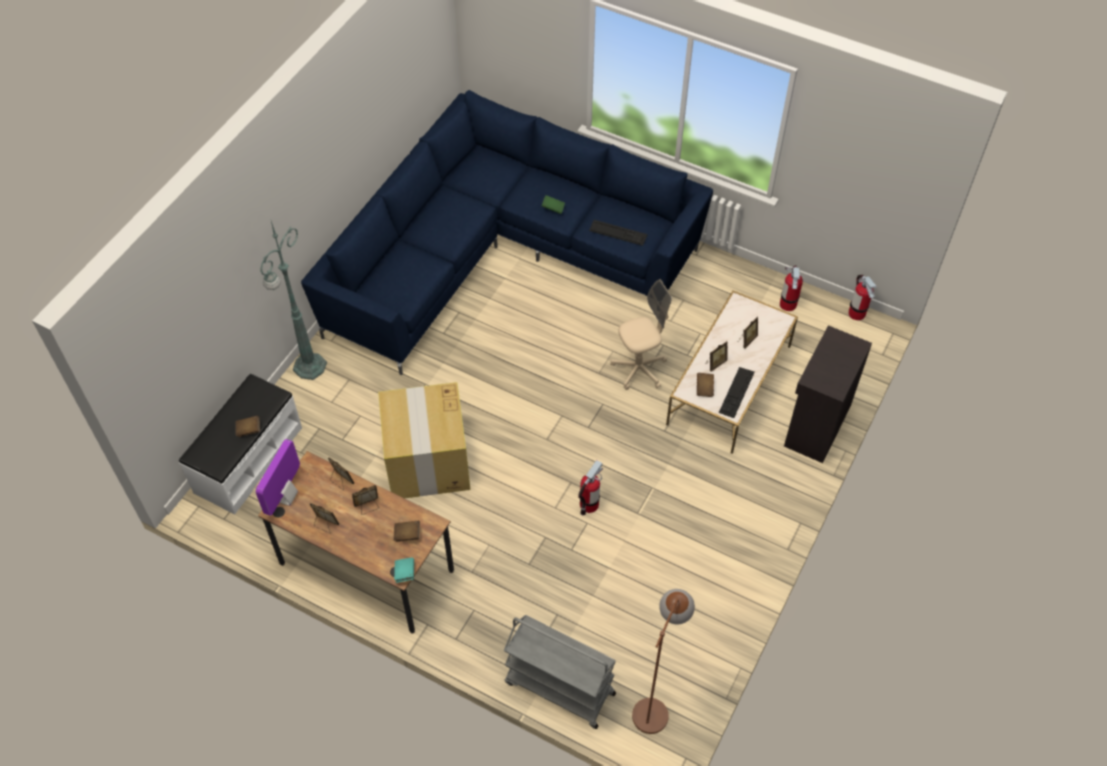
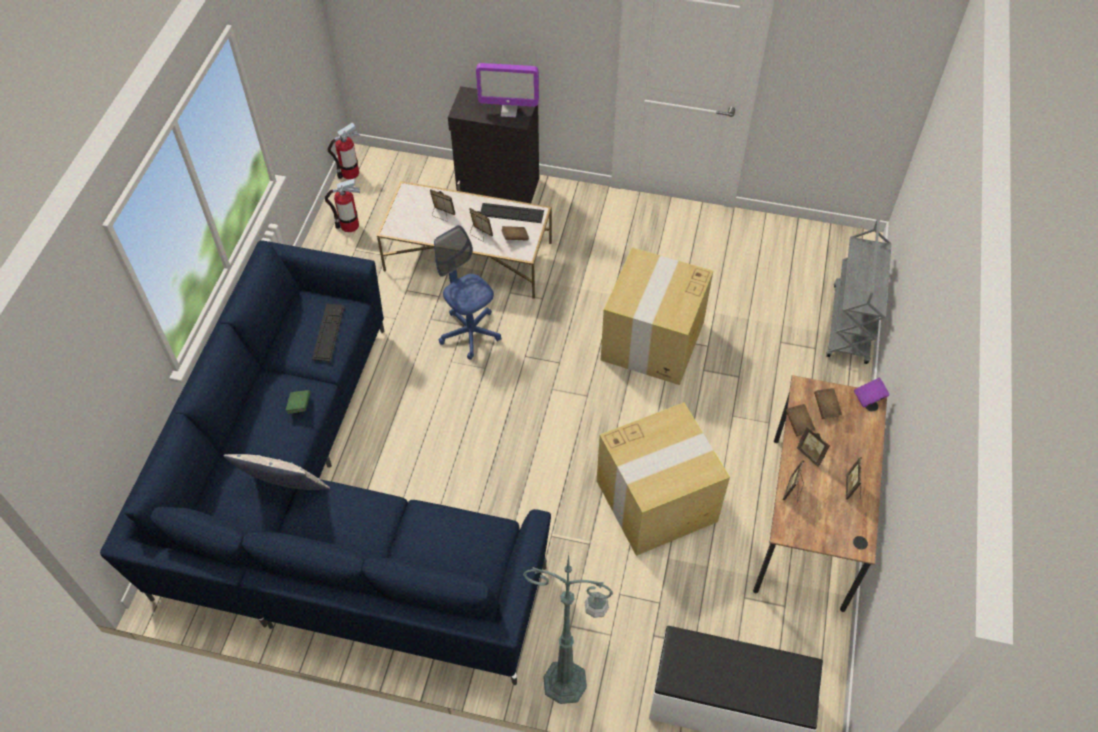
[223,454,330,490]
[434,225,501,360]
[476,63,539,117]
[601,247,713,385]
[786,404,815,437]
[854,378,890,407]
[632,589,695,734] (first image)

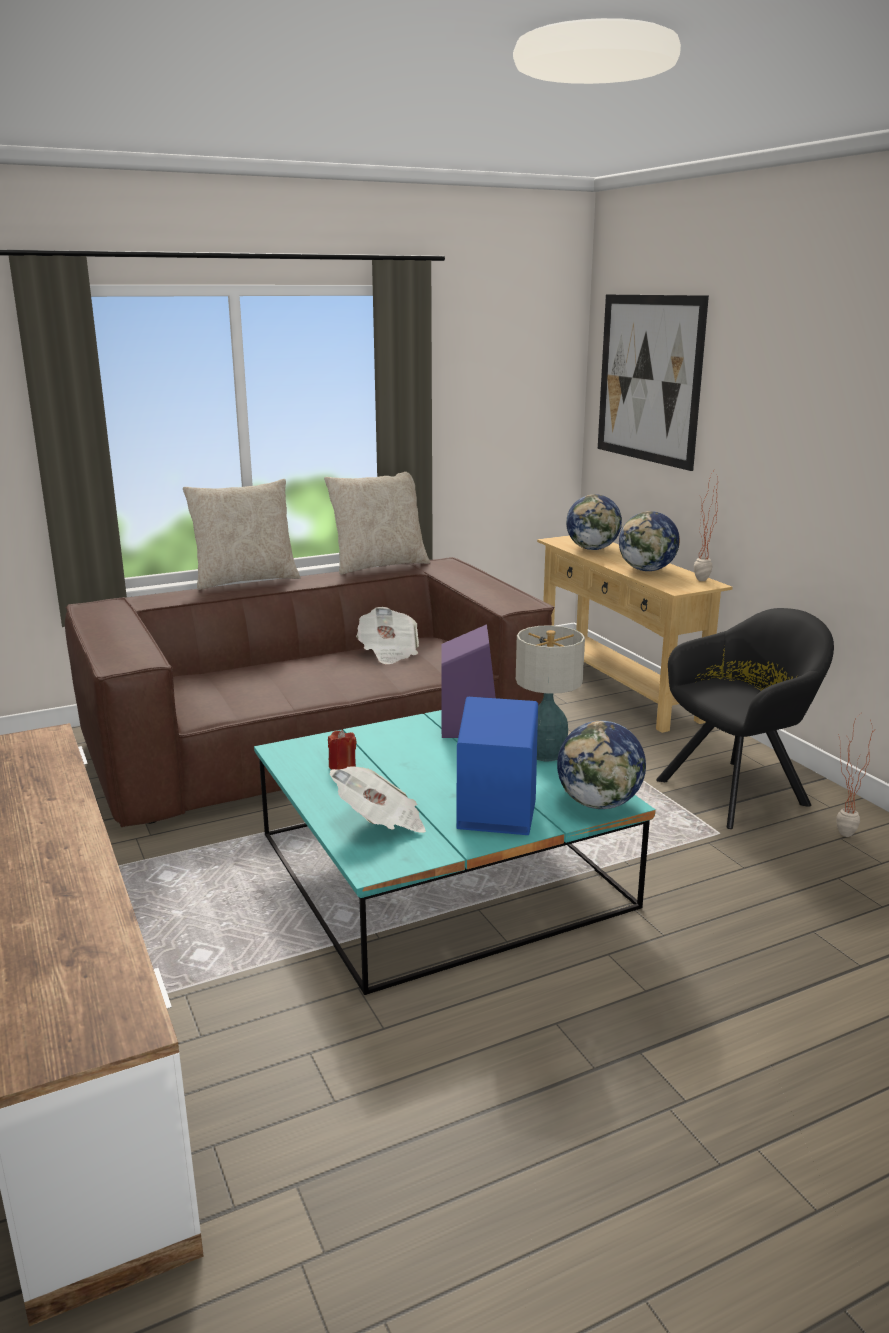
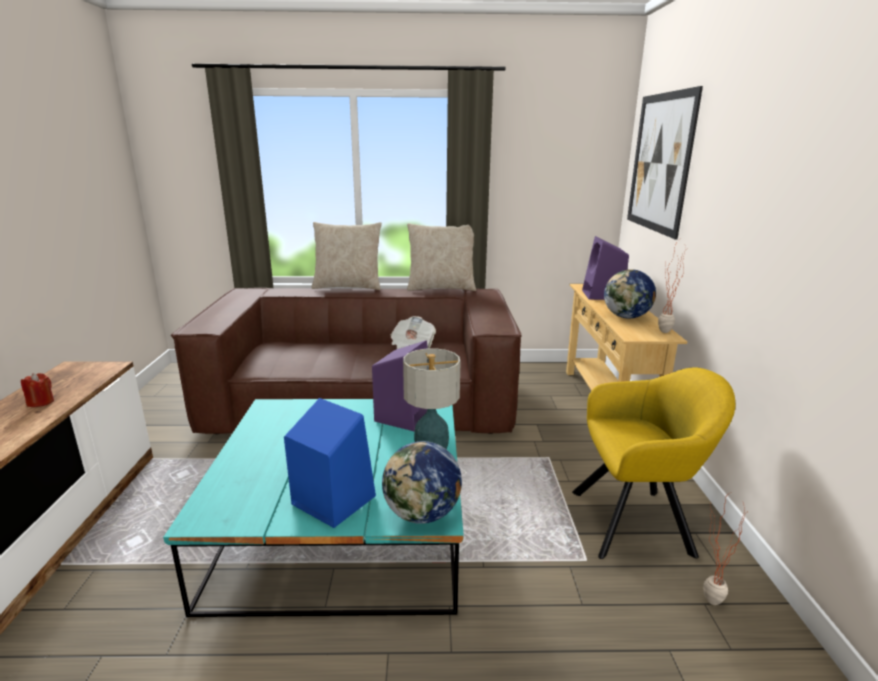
[21,373,54,407]
[572,367,735,559]
[582,236,629,300]
[330,767,426,833] (first image)

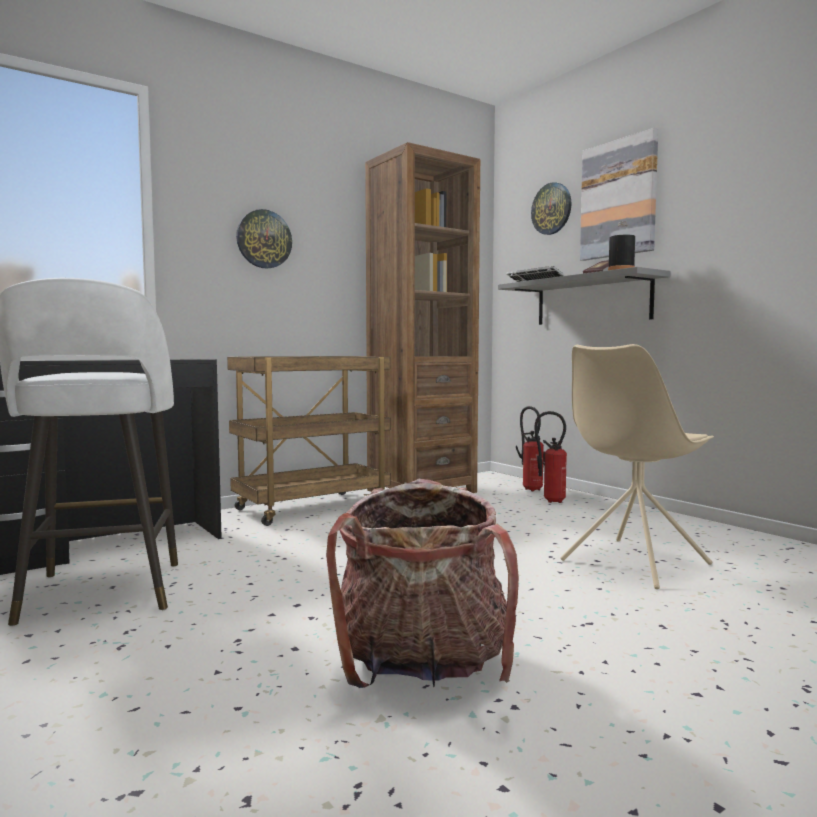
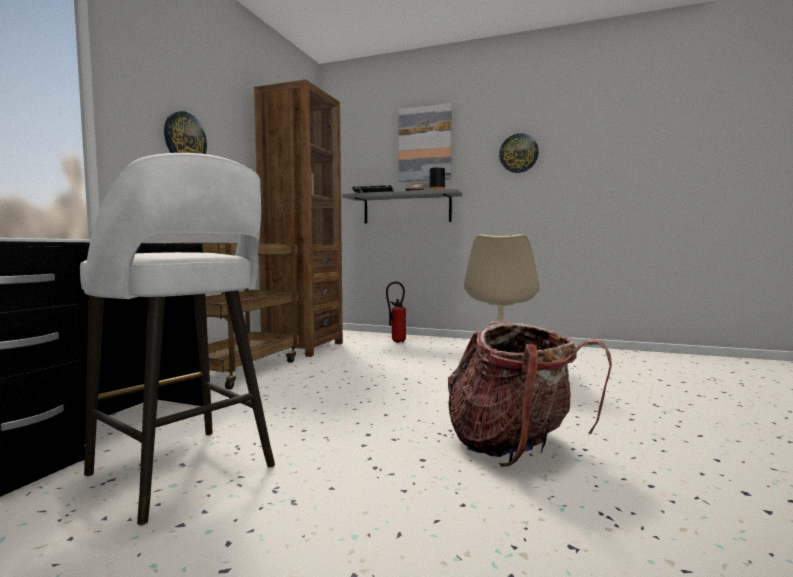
[499,133,539,173]
[516,406,545,491] (first image)

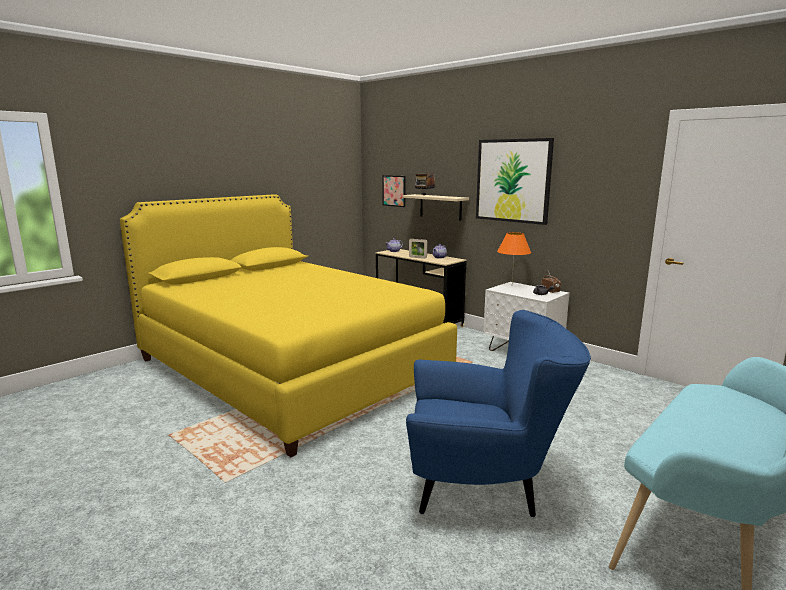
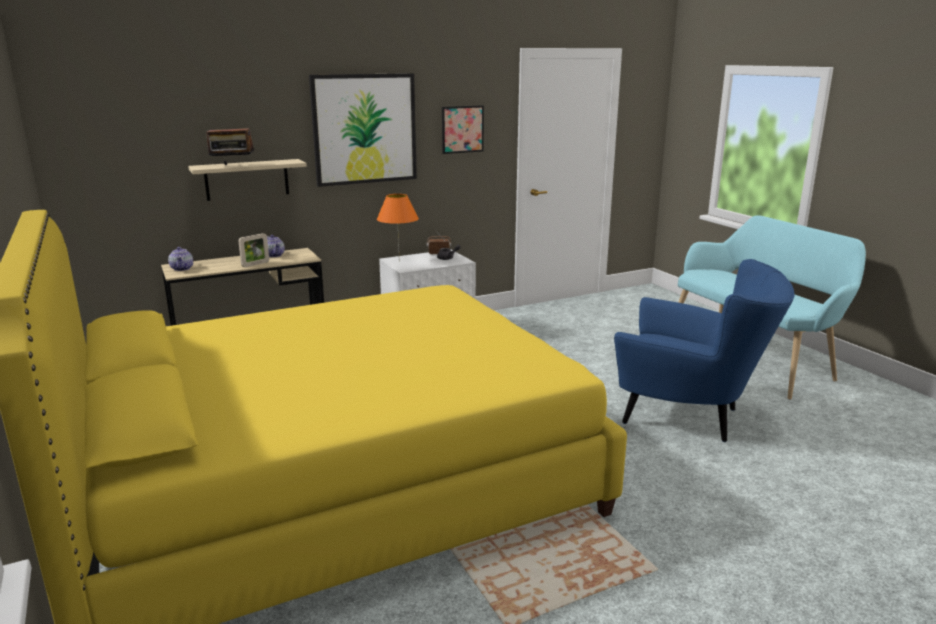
[442,105,484,154]
[614,259,795,442]

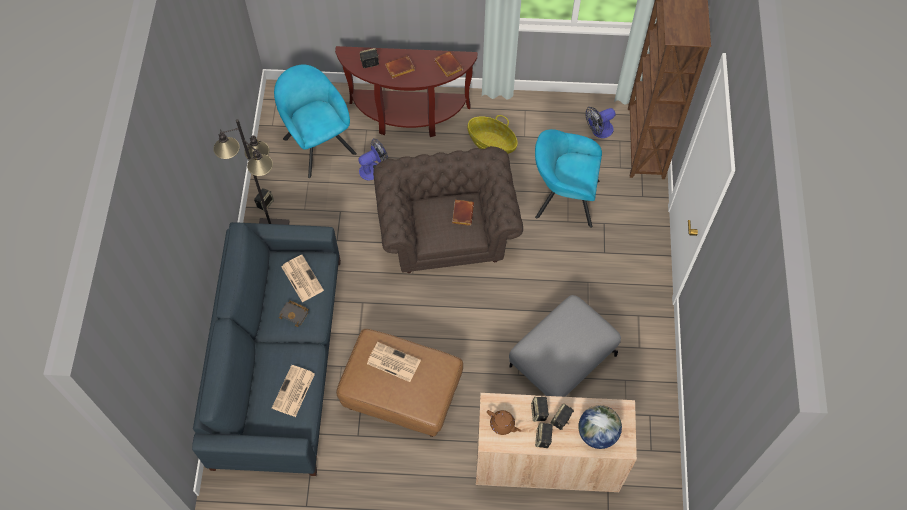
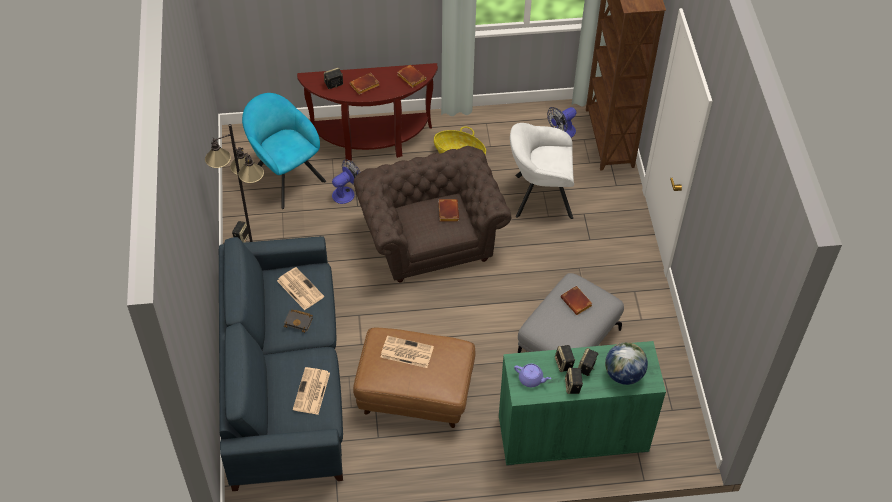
[499,341,666,466]
[510,123,574,219]
[514,364,551,387]
[560,286,593,315]

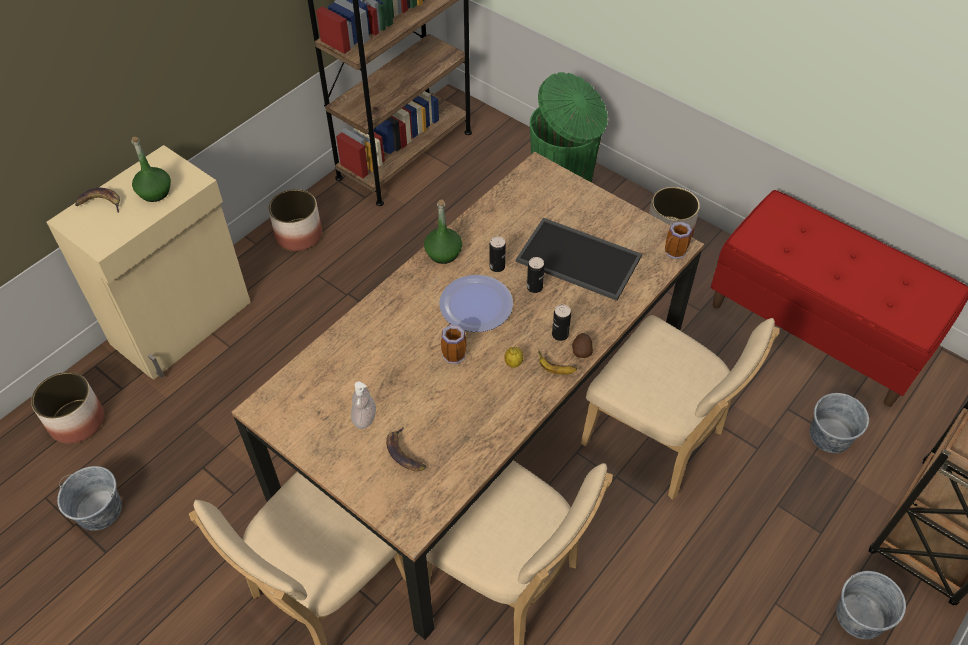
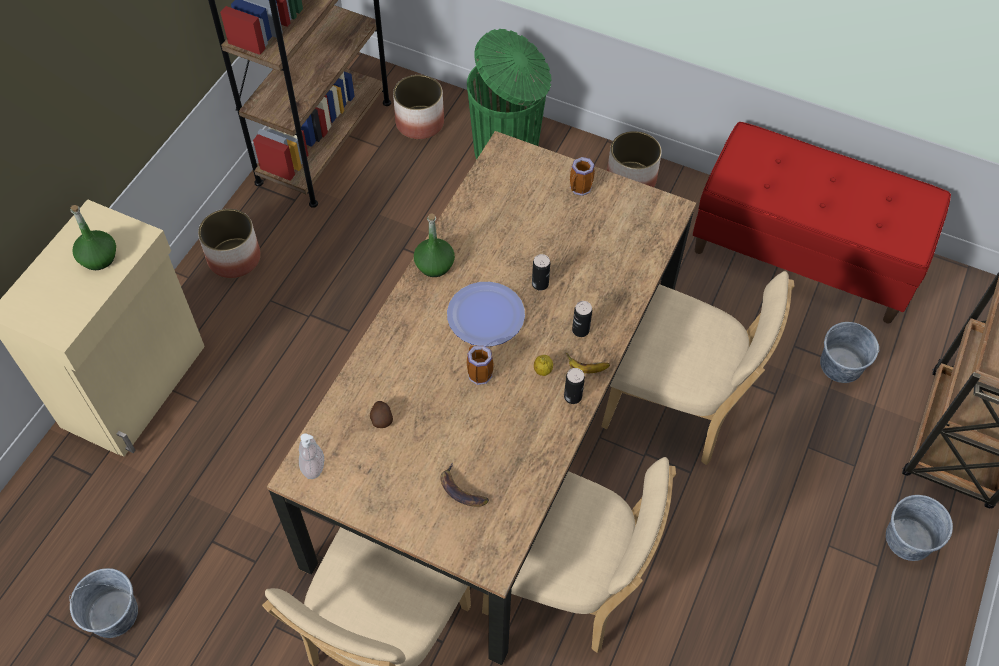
[299,434,324,479]
[370,401,393,428]
[393,75,444,139]
[564,368,585,404]
[570,157,595,196]
[75,188,120,213] (first image)
[516,218,642,301] (first image)

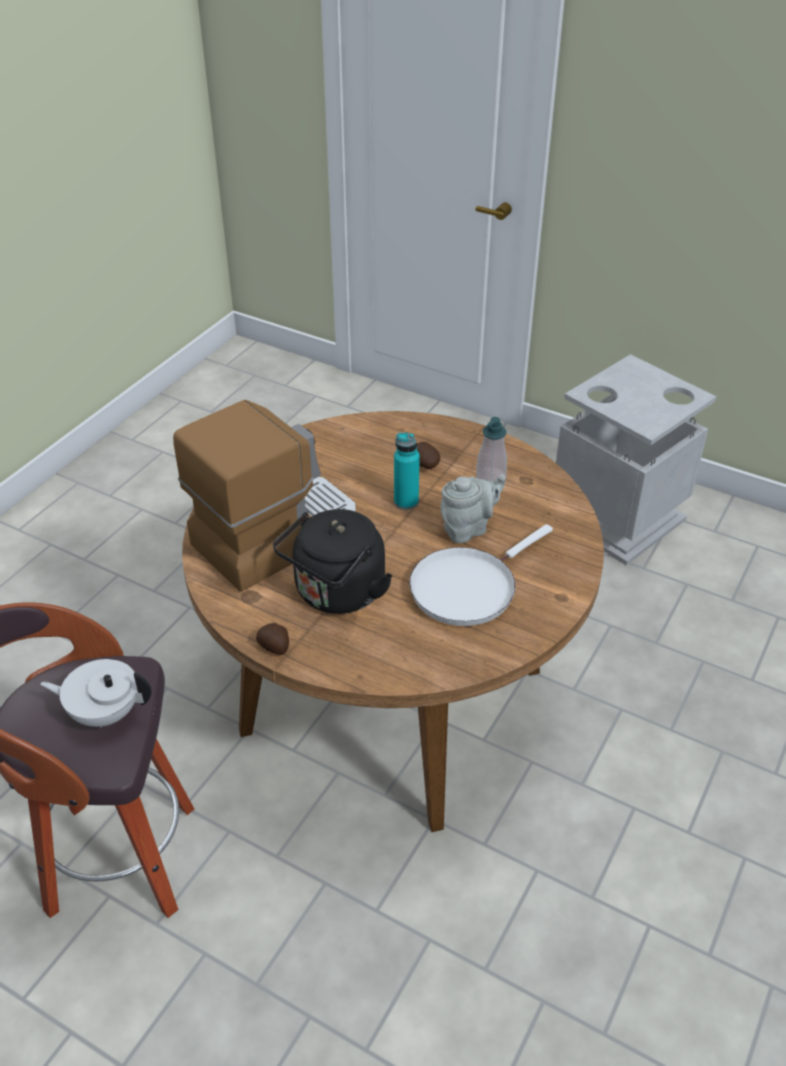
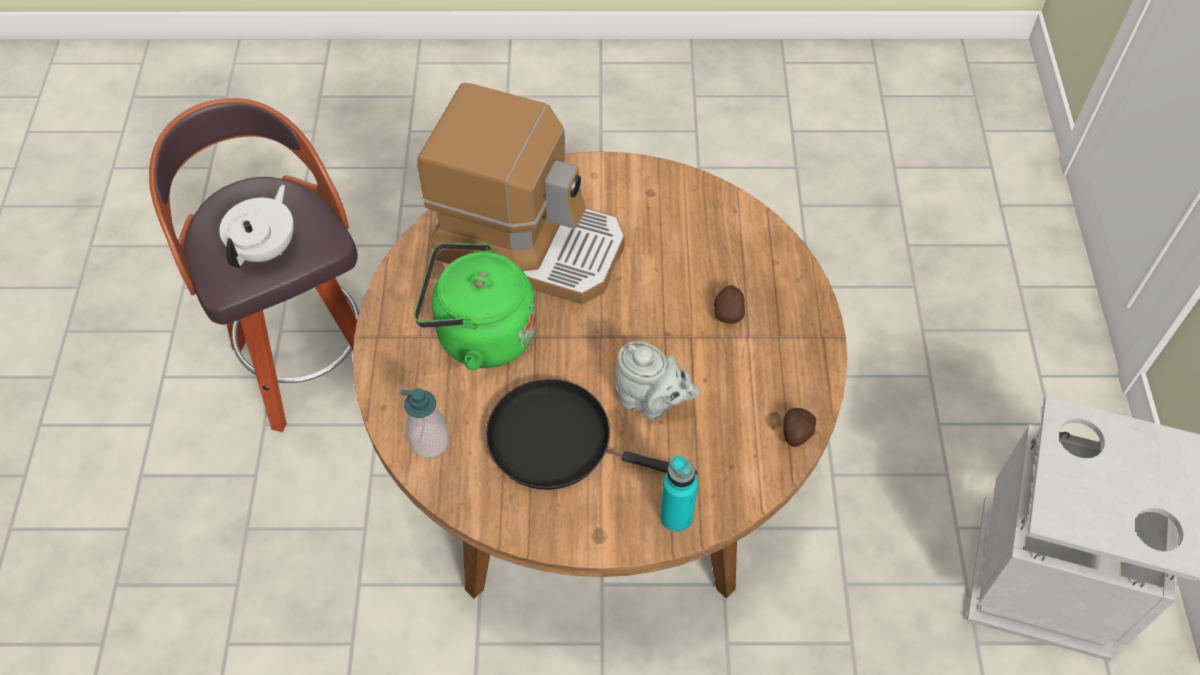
[219,185,294,268]
[401,388,449,458]
[414,243,536,370]
[486,379,697,490]
[660,455,698,532]
[783,408,816,447]

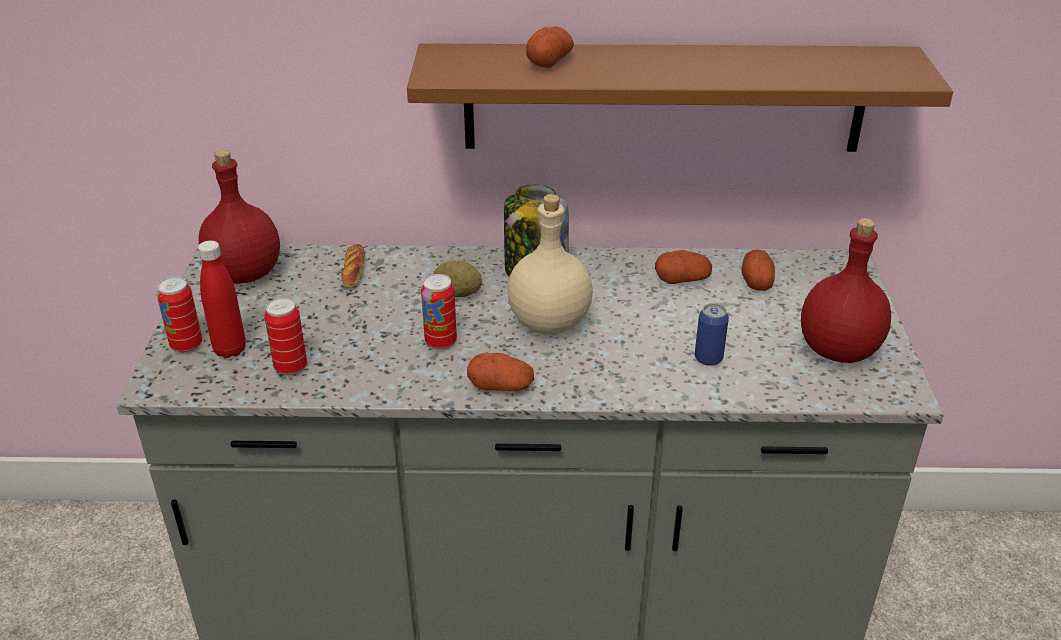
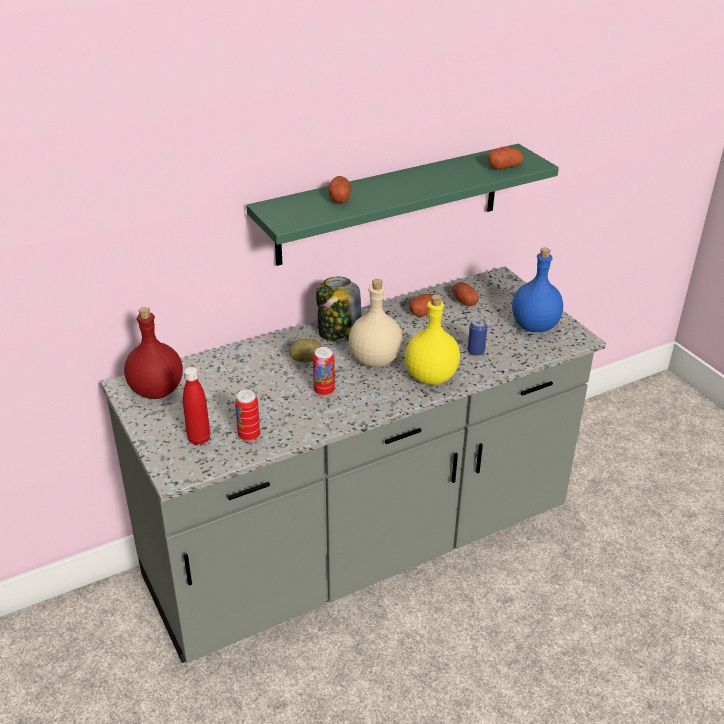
[246,144,559,266]
[405,295,460,385]
[488,146,524,170]
[512,248,563,332]
[157,277,202,353] (first image)
[341,244,365,288] (first image)

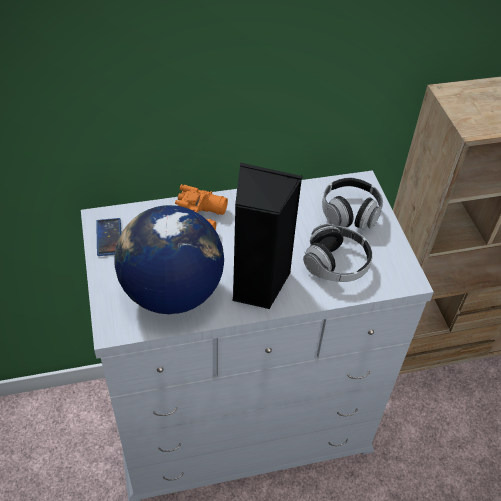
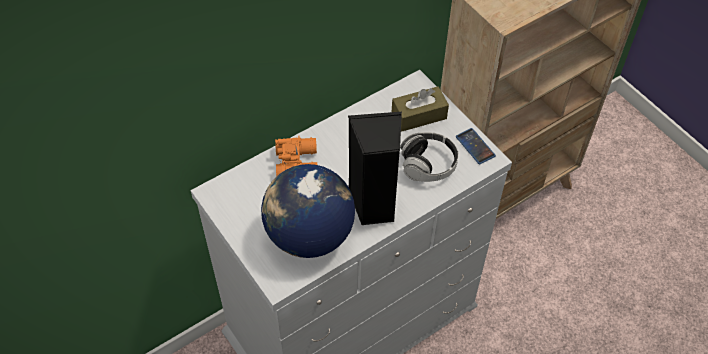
[392,86,449,132]
[456,128,496,164]

